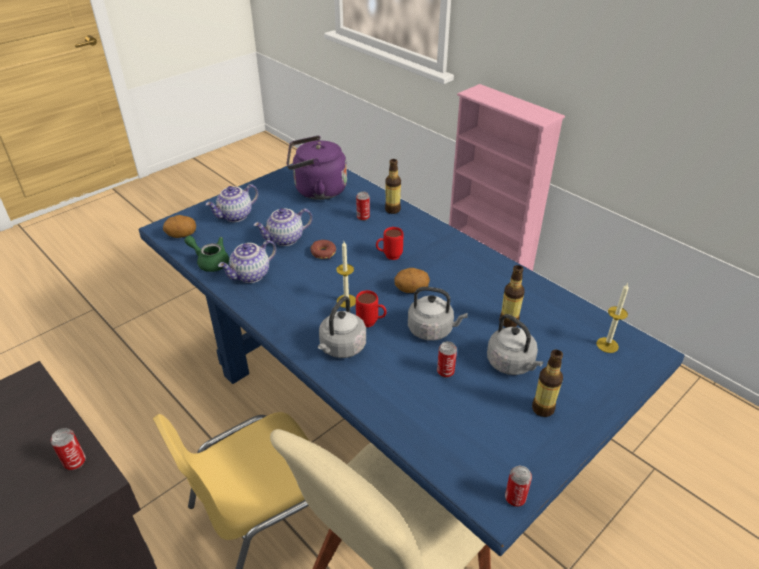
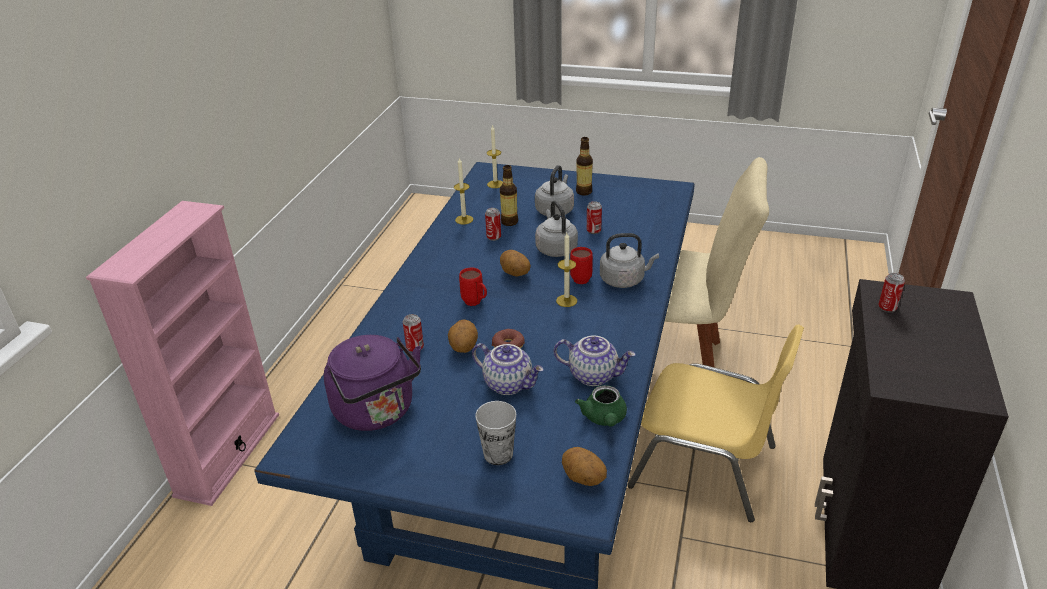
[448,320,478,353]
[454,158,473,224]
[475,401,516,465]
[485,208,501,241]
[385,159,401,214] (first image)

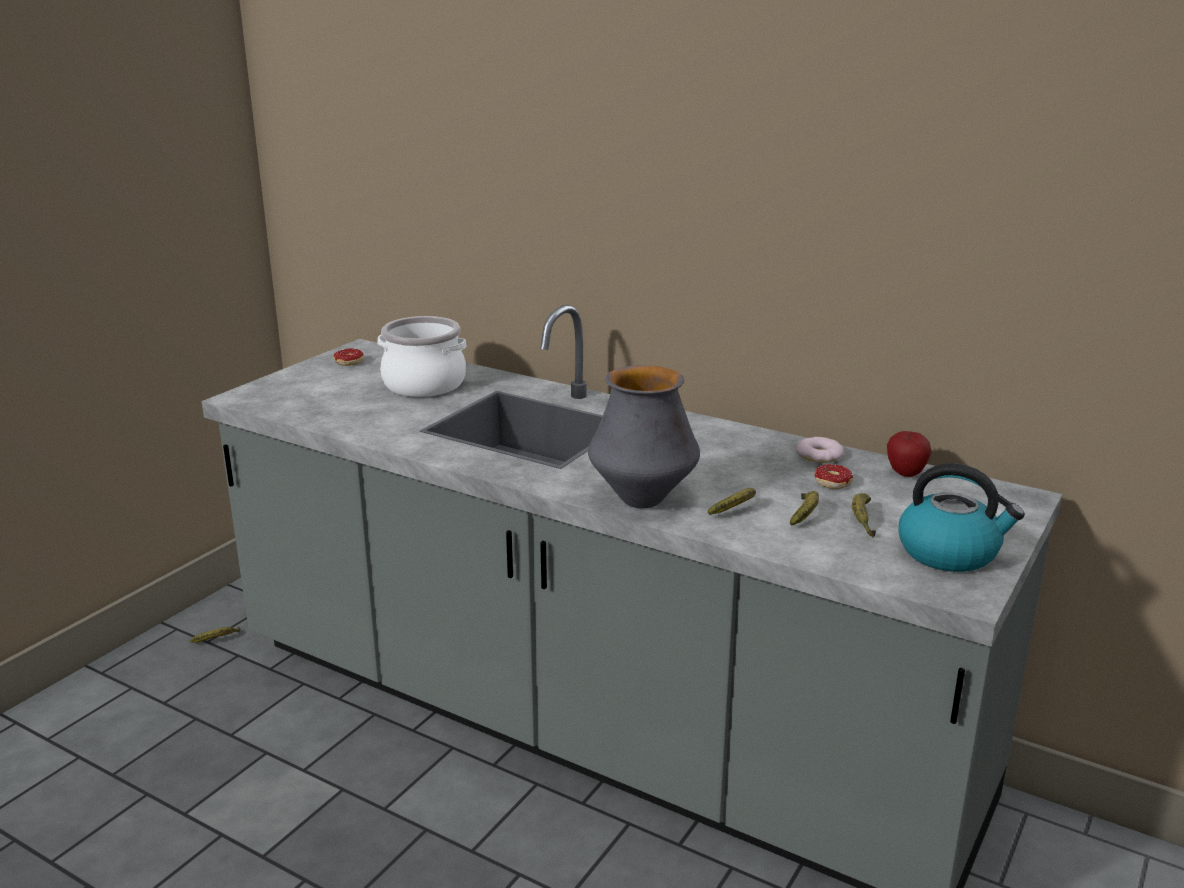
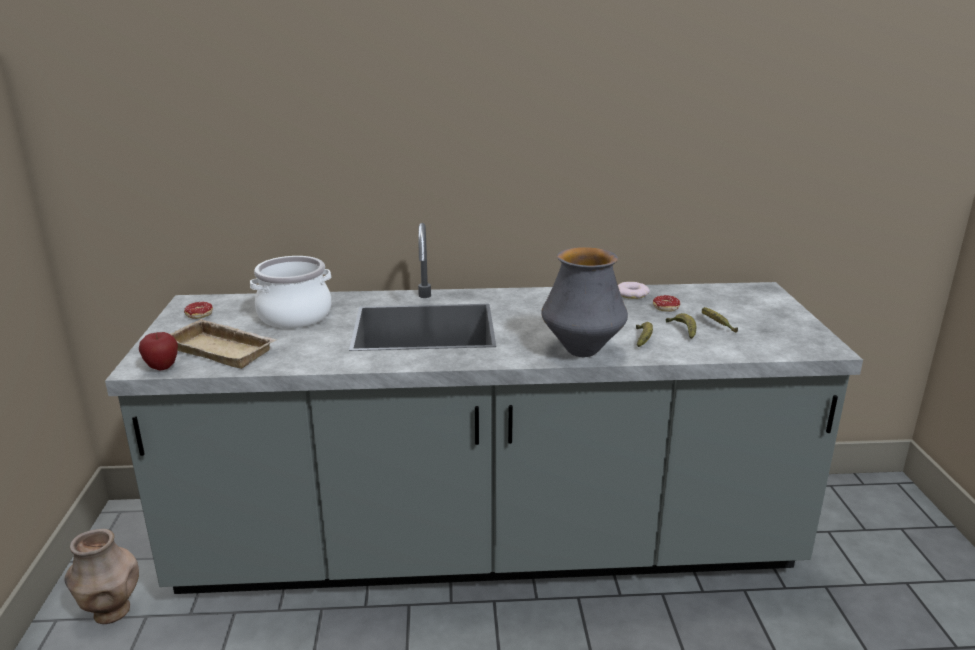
[65,529,139,624]
[139,332,178,370]
[170,319,277,369]
[898,463,1025,572] (first image)

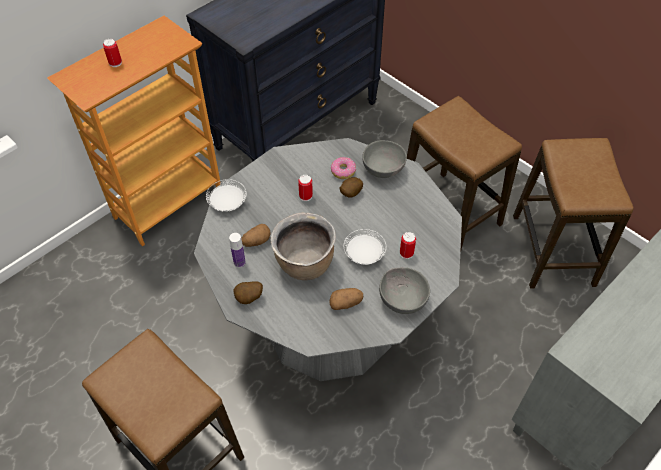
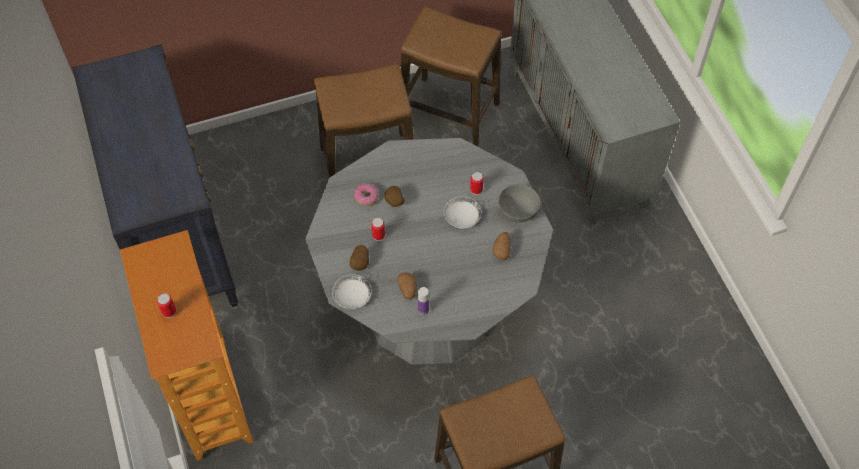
[350,245,369,271]
[270,213,336,280] (first image)
[362,140,407,178] (first image)

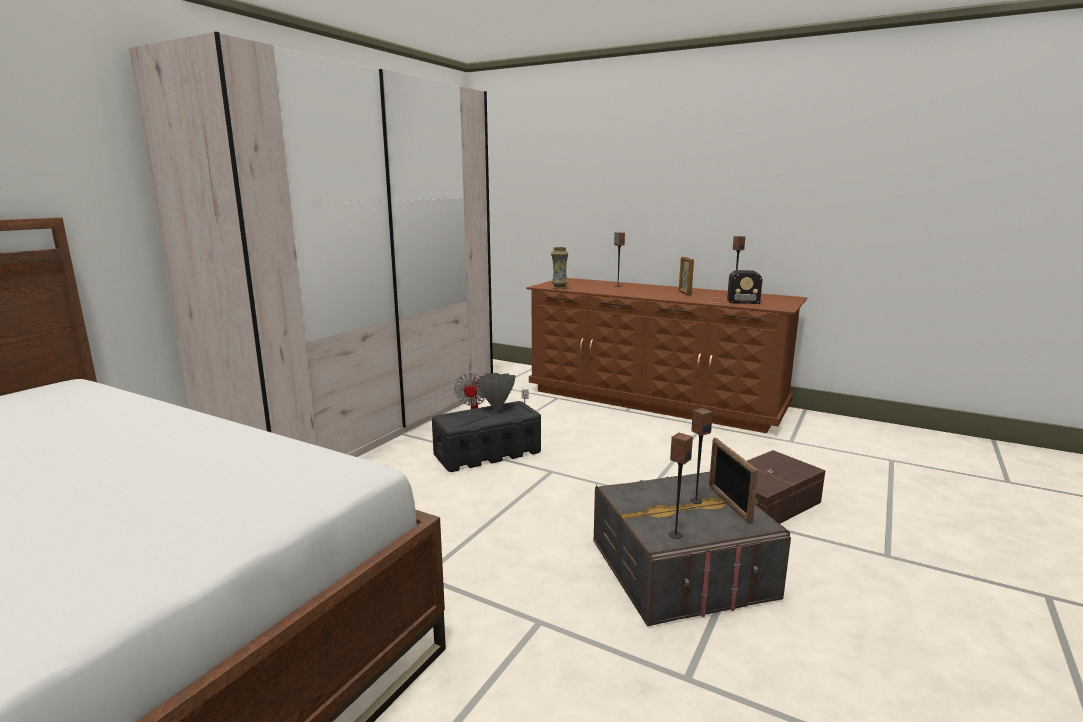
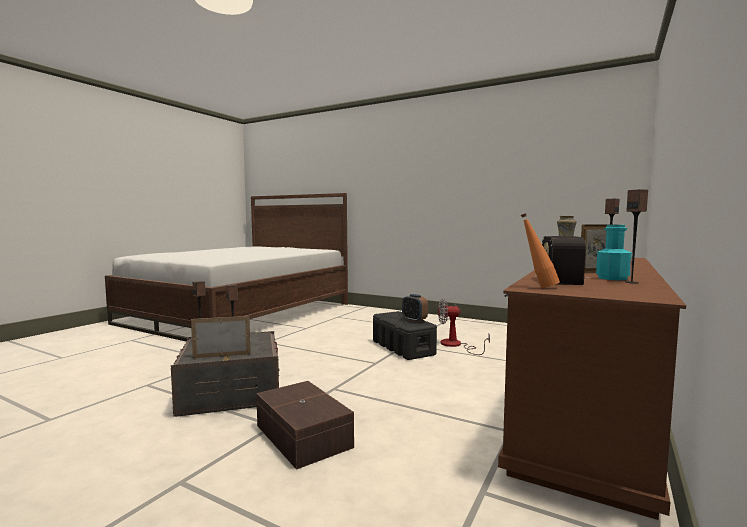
[402,294,428,322]
[521,213,560,288]
[596,225,632,280]
[128,32,493,457] (first image)

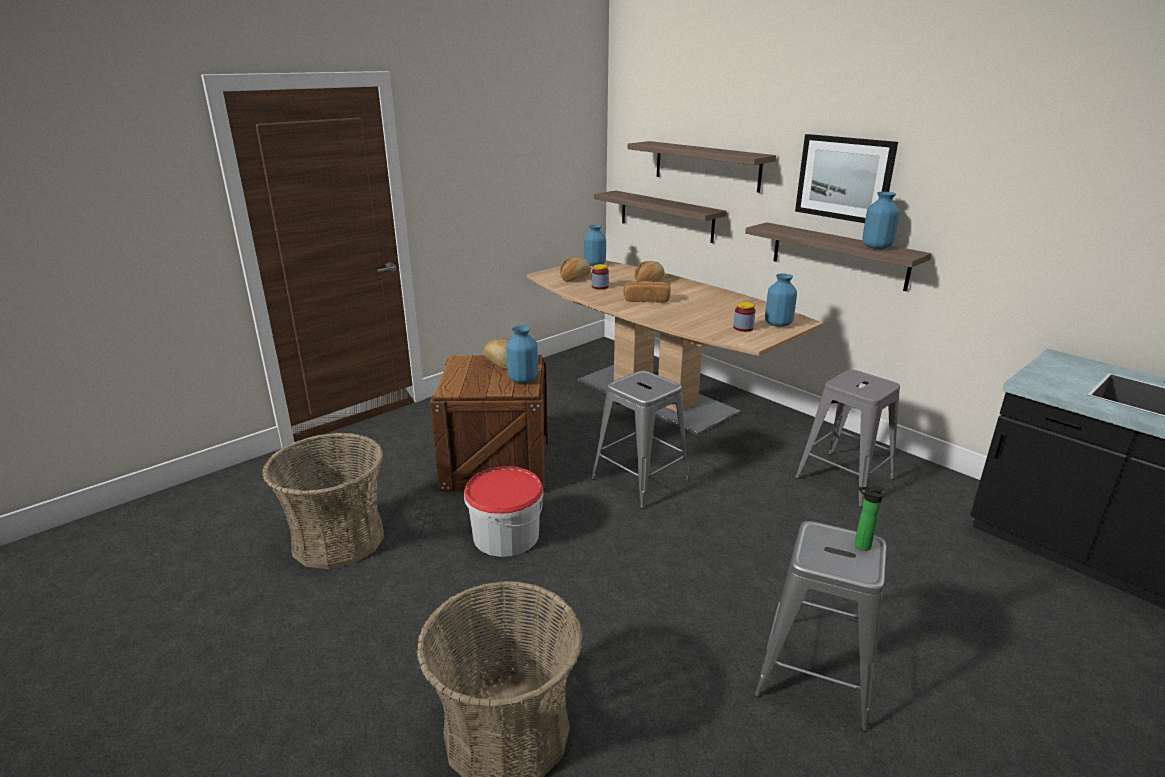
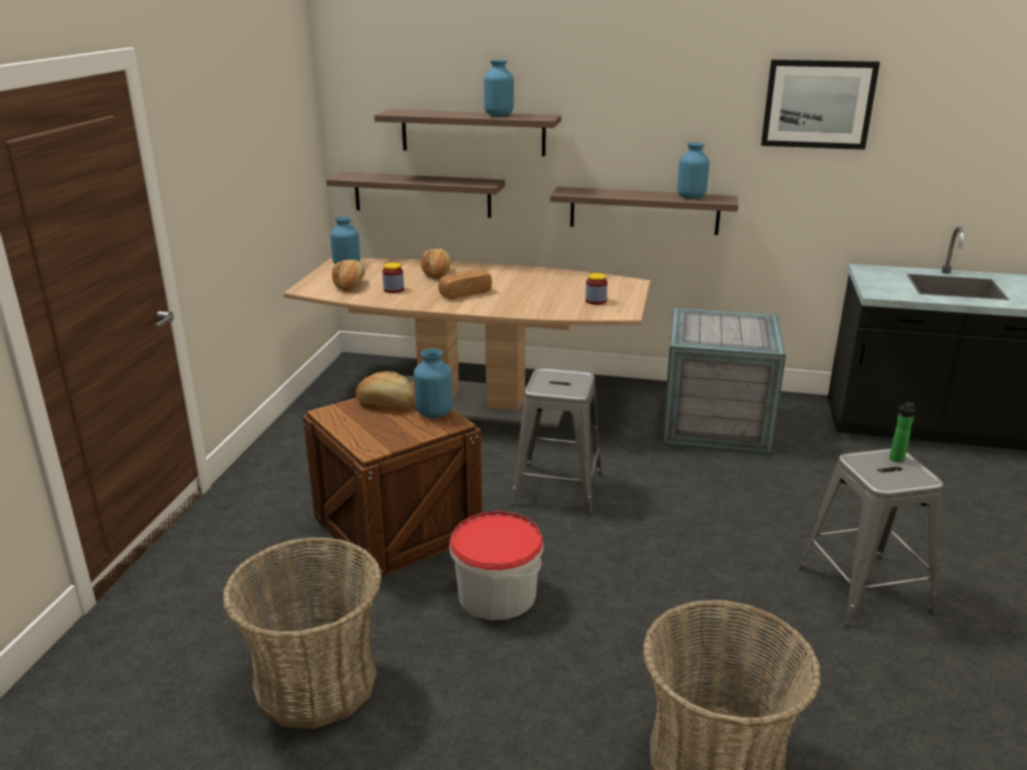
[484,60,514,116]
[662,308,786,455]
[761,60,880,150]

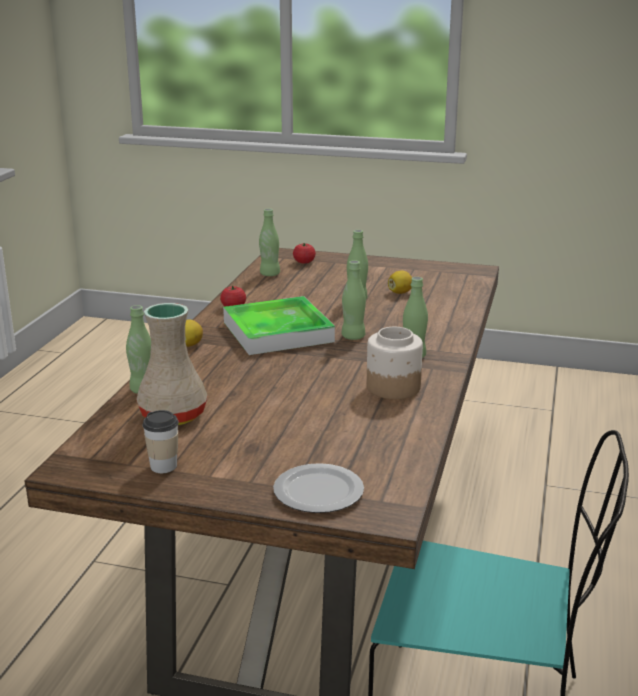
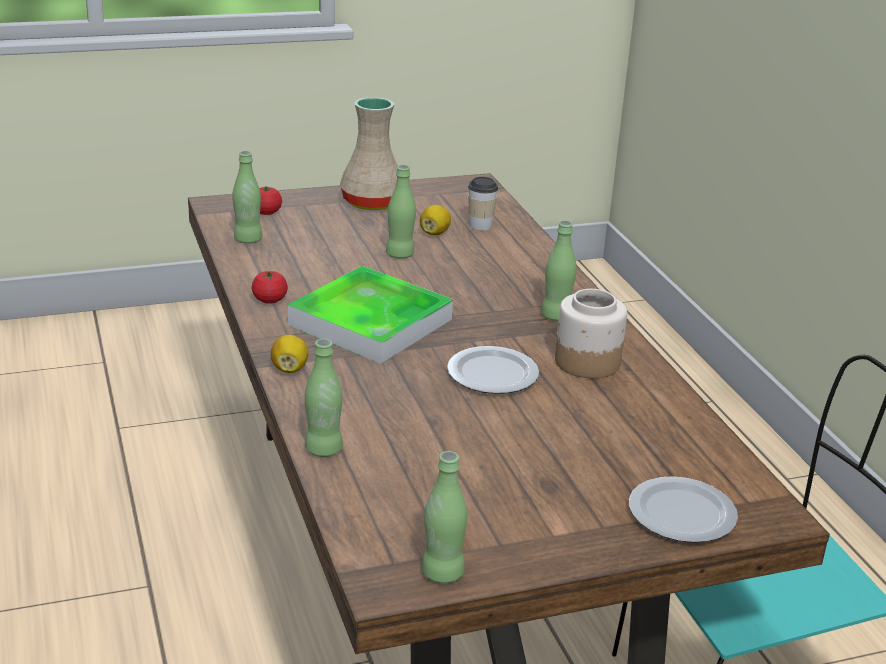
[340,97,398,210]
[422,451,467,583]
[447,346,539,394]
[468,177,498,231]

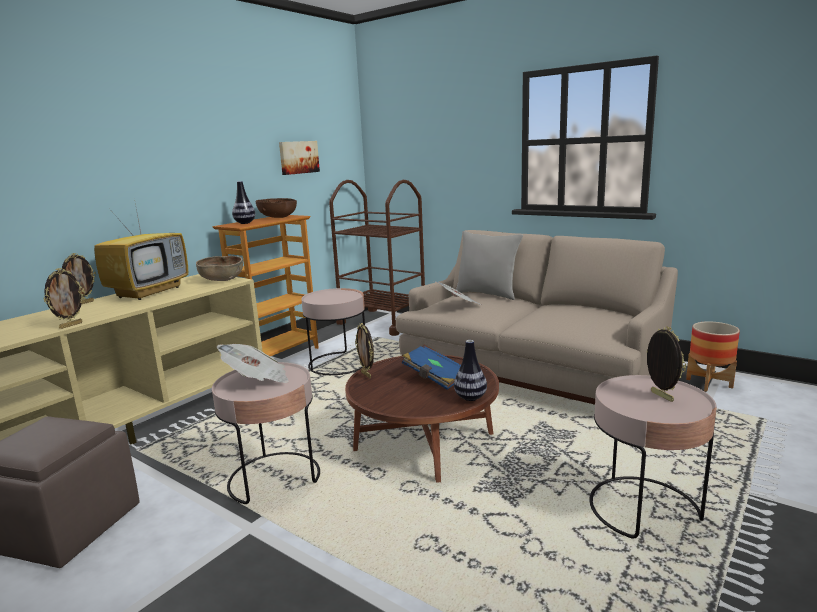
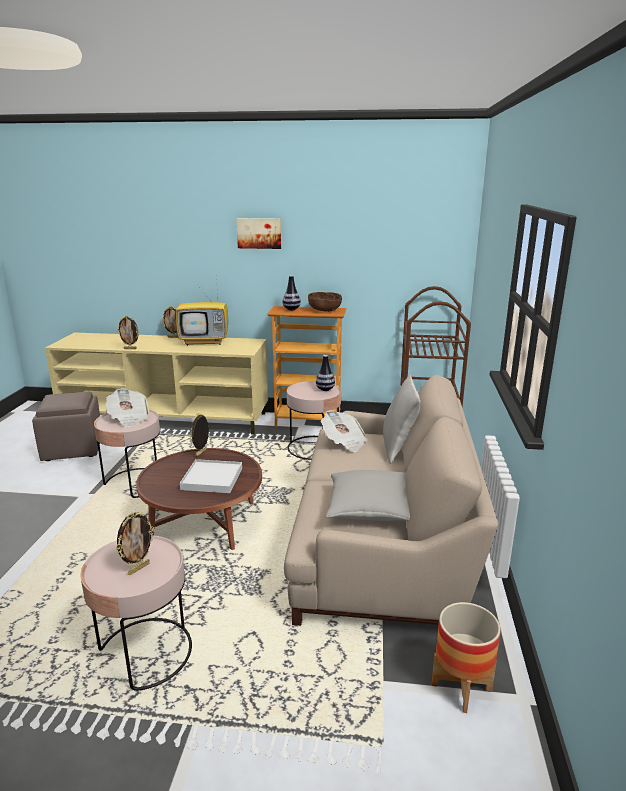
[180,459,242,493]
[236,218,281,249]
[316,355,335,391]
[325,470,410,521]
[196,256,243,281] (first image)

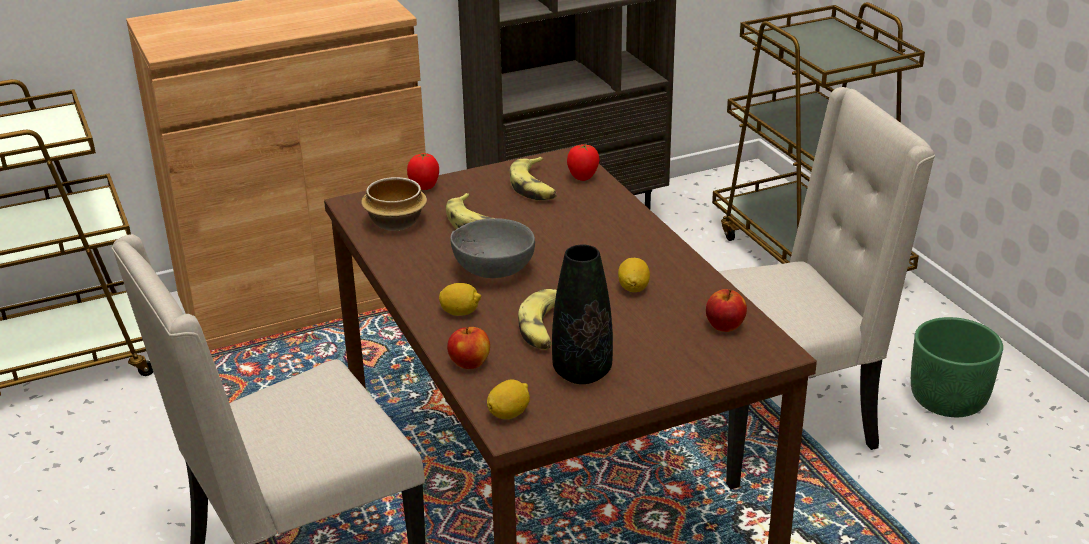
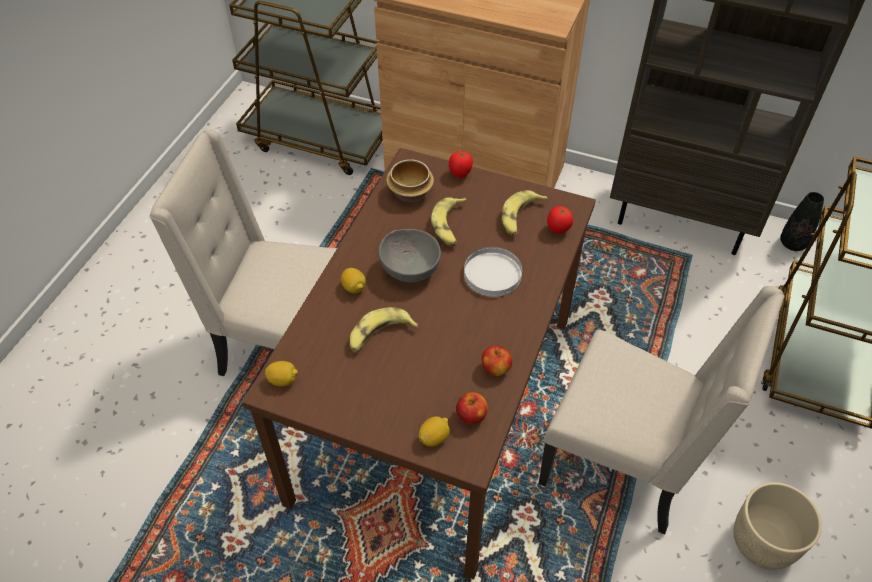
[419,416,450,447]
[464,247,522,297]
[482,346,512,376]
[734,482,822,570]
[780,192,824,251]

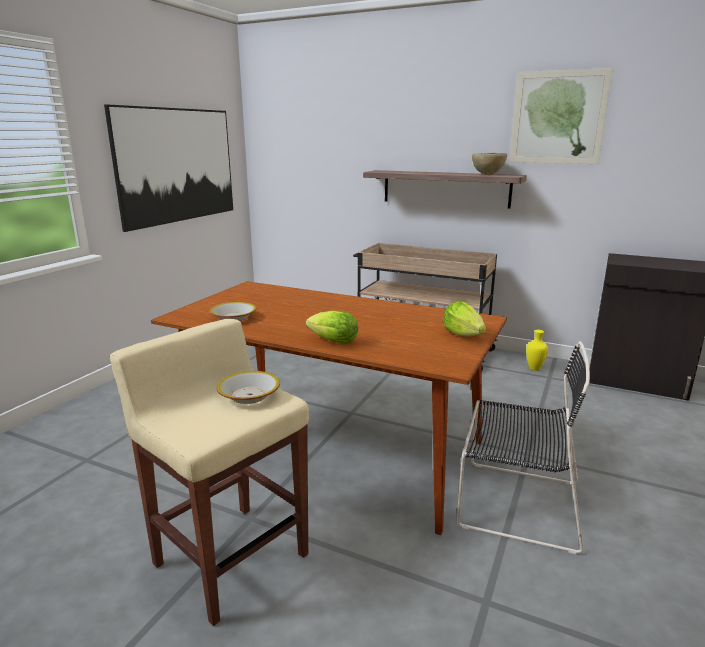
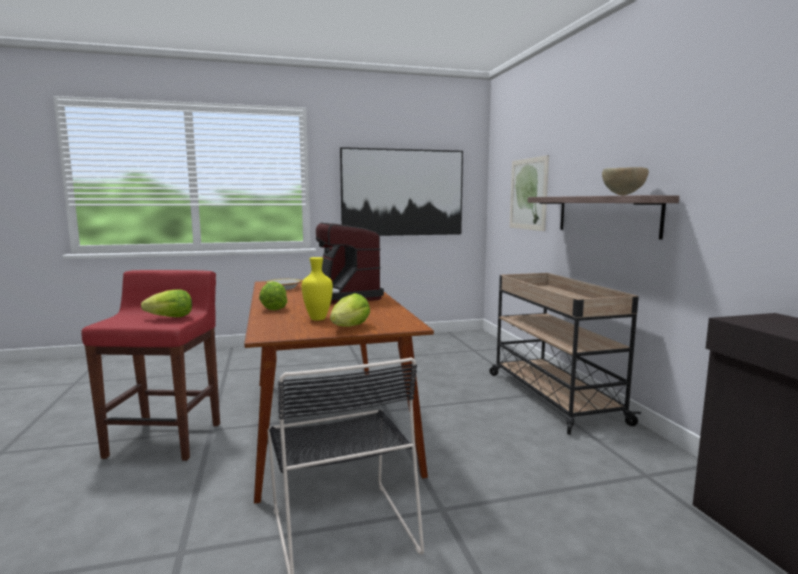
[81,270,220,461]
[141,289,192,317]
[302,257,333,321]
[316,223,384,304]
[510,155,549,231]

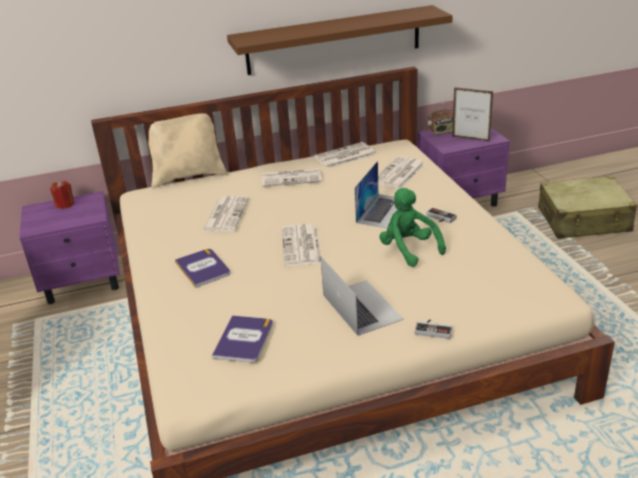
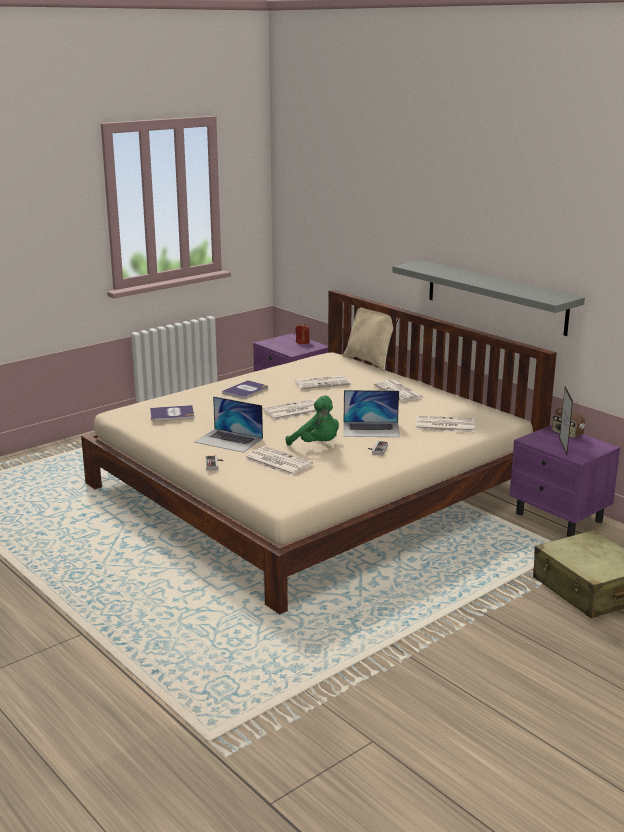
[195,396,263,453]
[244,446,313,476]
[286,395,339,446]
[392,260,585,336]

